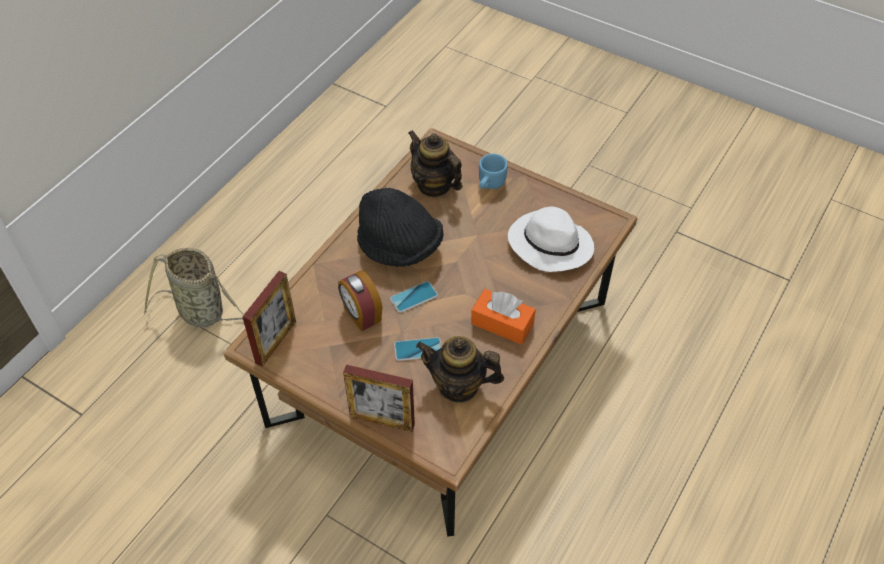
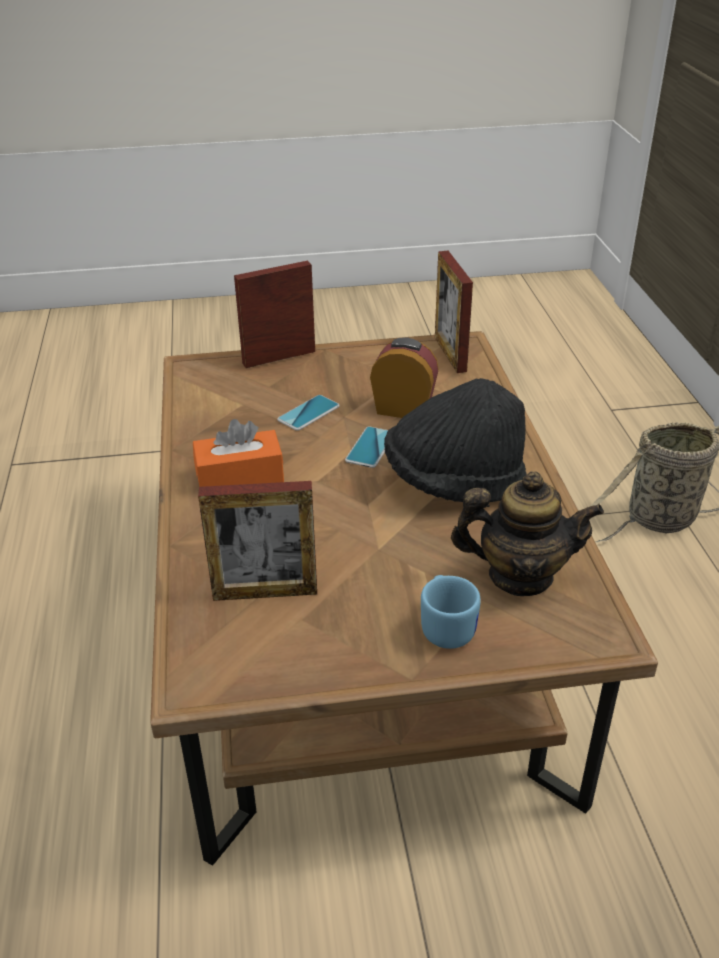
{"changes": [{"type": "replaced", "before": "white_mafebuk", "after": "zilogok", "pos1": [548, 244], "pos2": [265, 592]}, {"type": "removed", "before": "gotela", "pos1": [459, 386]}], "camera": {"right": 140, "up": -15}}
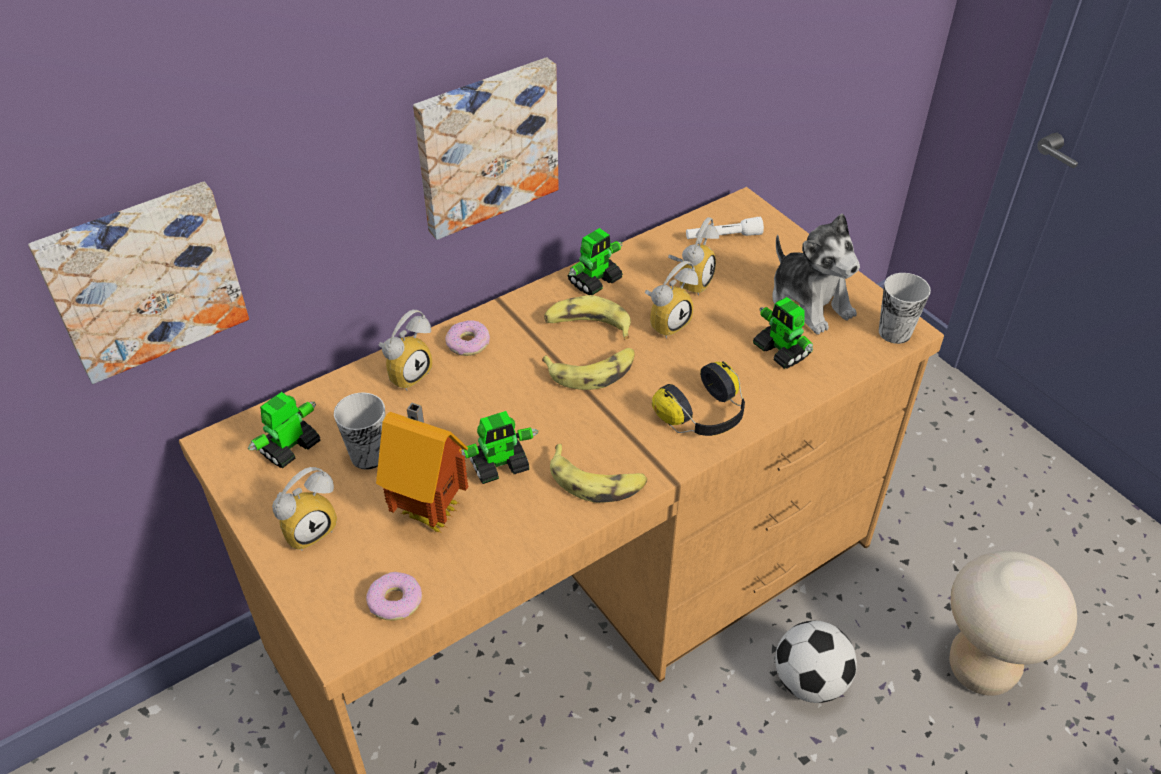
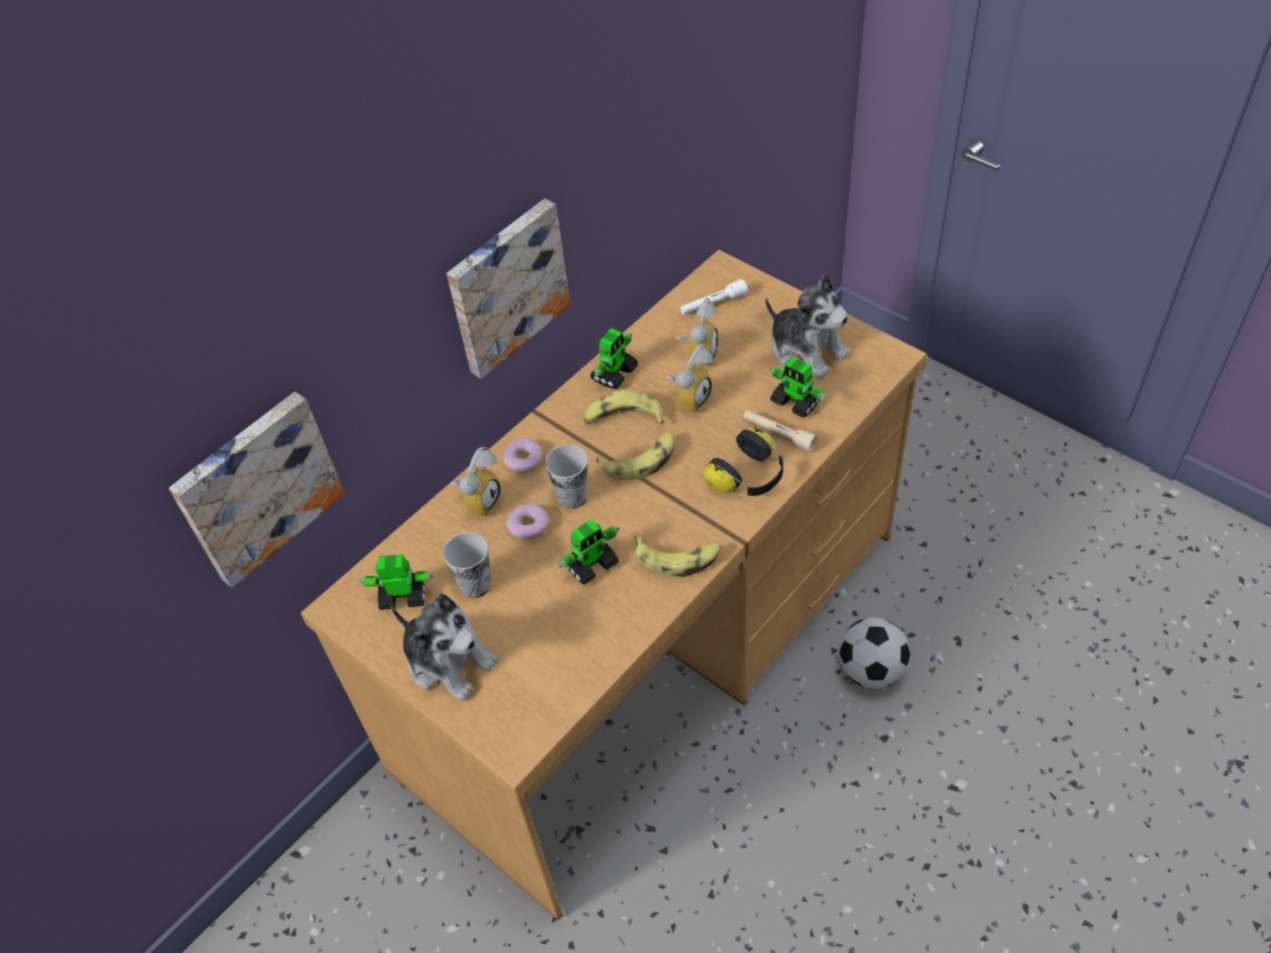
{"changes": [{"type": "moved", "before": "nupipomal", "pos1": [894, 332], "pos2": [572, 496]}, {"type": "turned", "before": "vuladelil", "pos1": [289, 448], "pos2": [402, 595], "turn": 60}, {"type": "removed", "before": "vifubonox", "pos1": [431, 511]}, {"type": "replaced", "before": "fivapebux", "after": "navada", "pos1": [309, 527], "pos2": [449, 660]}, {"type": "removed", "before": "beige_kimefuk", "pos1": [981, 669]}, {"type": "moved", "before": "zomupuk", "pos1": [395, 601], "pos2": [528, 526]}, {"type": "added", "after": "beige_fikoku", "pos2": [778, 434]}], "camera": {"right": -10, "up": 5}}
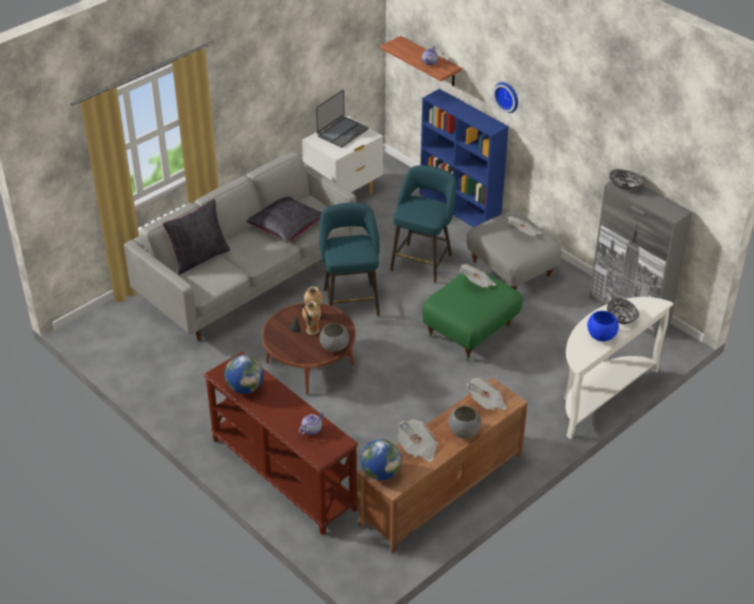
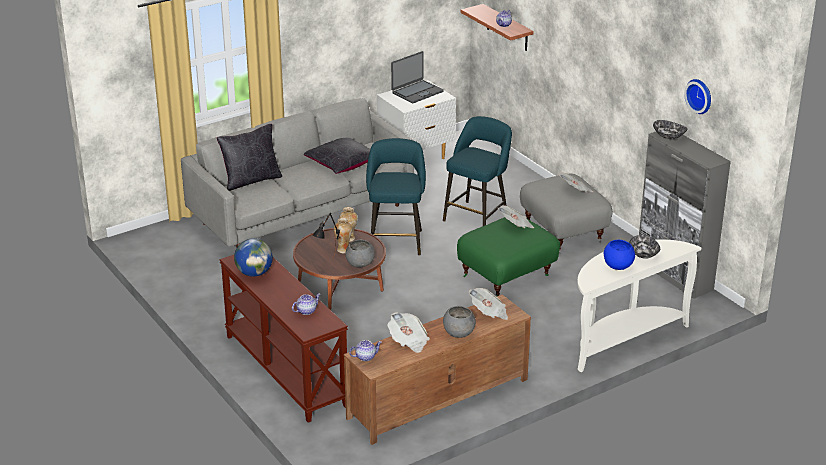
{"changes": [{"type": "moved", "before": "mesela", "pos1": [507, 96], "pos2": [700, 95]}, {"type": "removed", "before": "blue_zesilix", "pos1": [460, 209]}, {"type": "replaced", "before": "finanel", "after": "gotela", "pos1": [381, 473], "pos2": [366, 357]}], "camera": {"right": 10, "up": -10}}
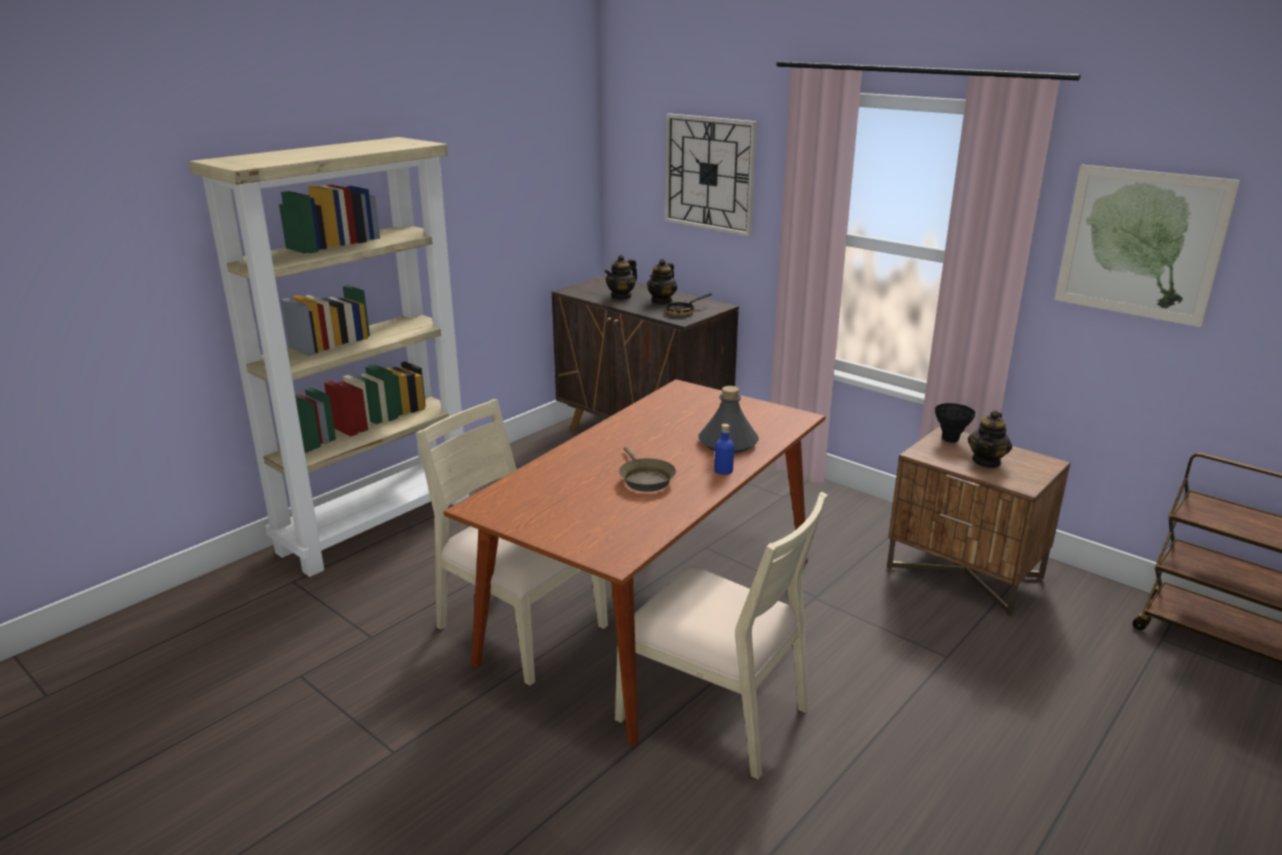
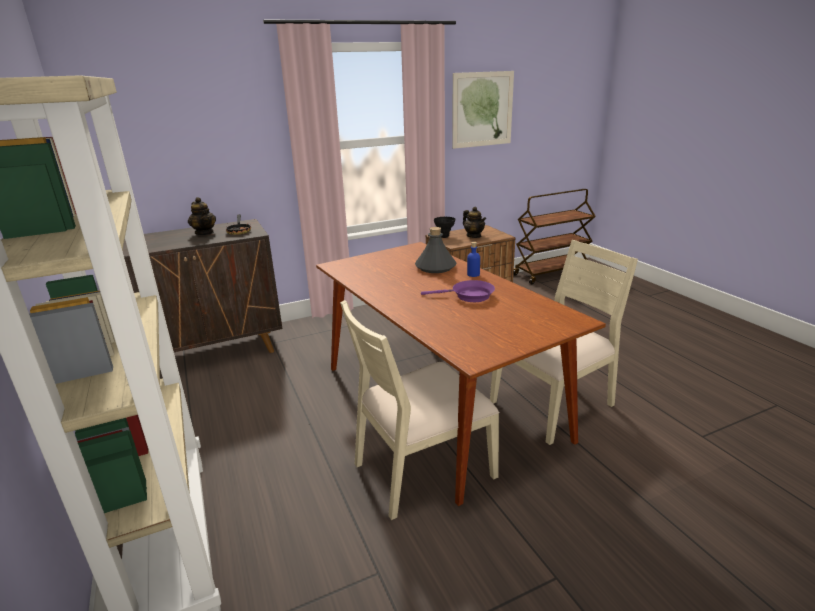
{"changes": [{"type": "removed", "before": "mesela", "pos1": [709, 173]}, {"type": "removed", "before": "gotela", "pos1": [621, 296]}, {"type": "recoloured", "before": "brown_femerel", "after": "purple_femerel", "pos1": [645, 479], "pos2": [469, 296]}], "camera": {"right": -65, "up": 0}}
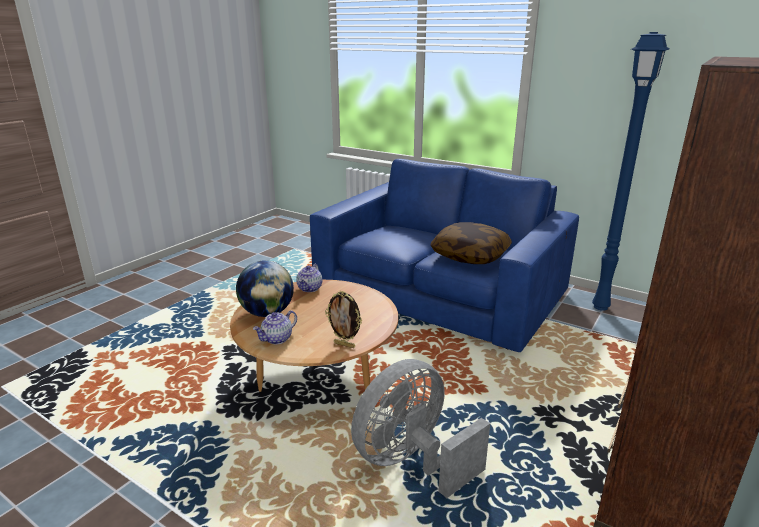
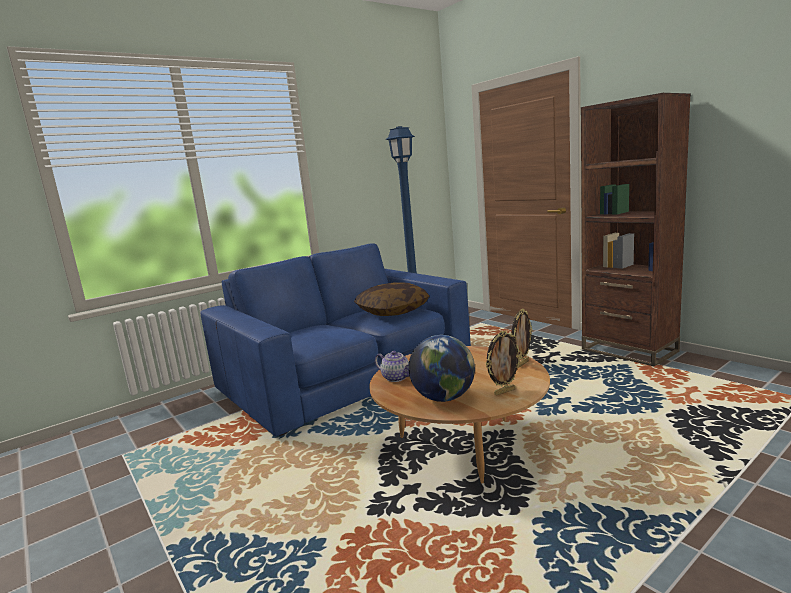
{"changes": [{"type": "replaced", "before": "gotela", "after": "zilogok", "pos1": [277, 339], "pos2": [504, 391]}, {"type": "removed", "before": "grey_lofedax", "pos1": [412, 461]}], "camera": {"right": -70, "up": -10}}
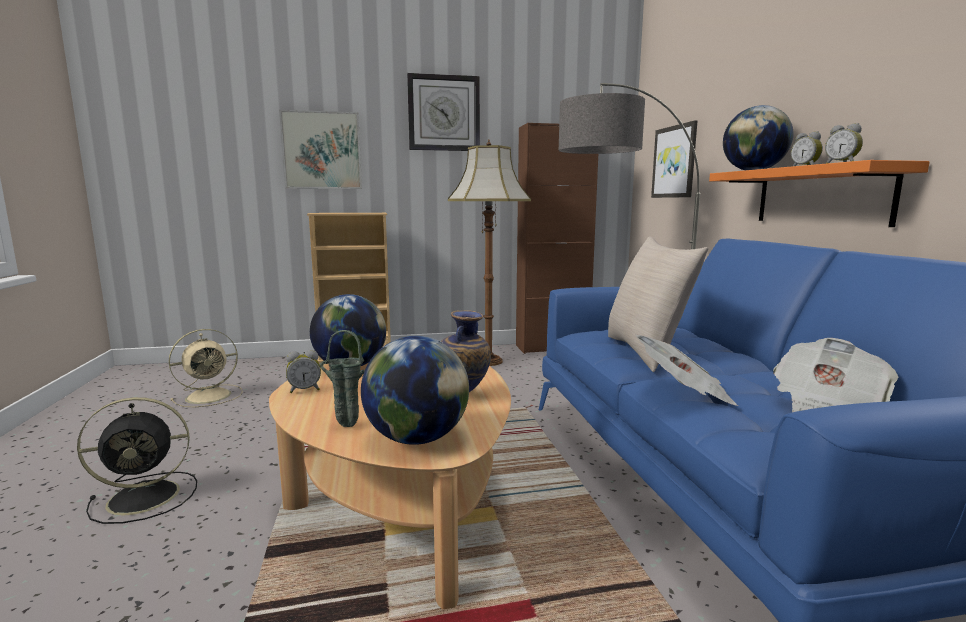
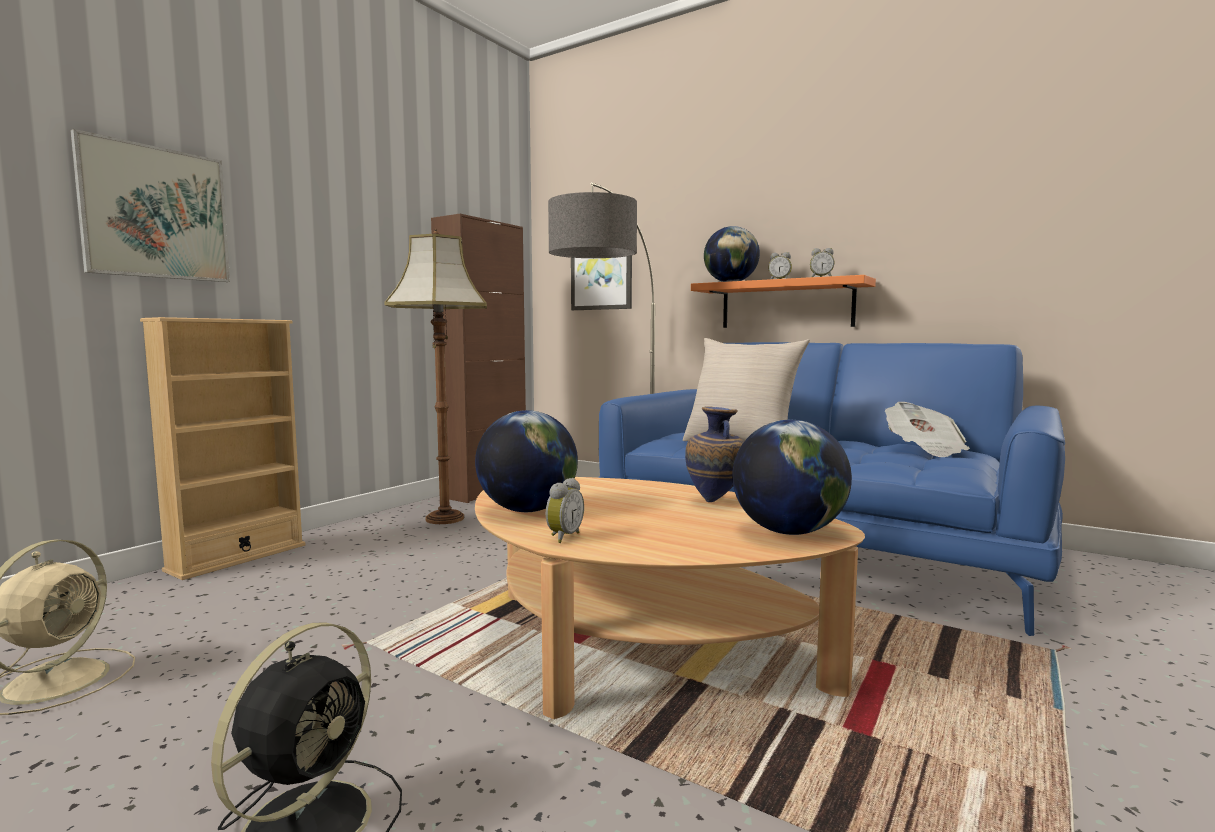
{"changes": [{"type": "removed", "before": "mesela", "pos1": [444, 113]}, {"type": "removed", "before": "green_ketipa", "pos1": [345, 426]}, {"type": "removed", "before": "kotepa", "pos1": [684, 393]}], "camera": {"right": -45, "up": -5}}
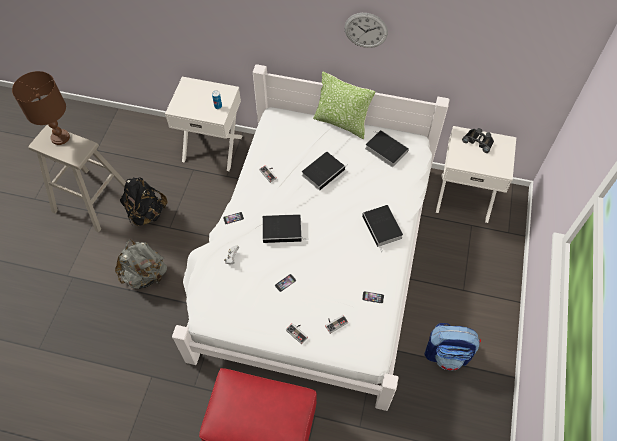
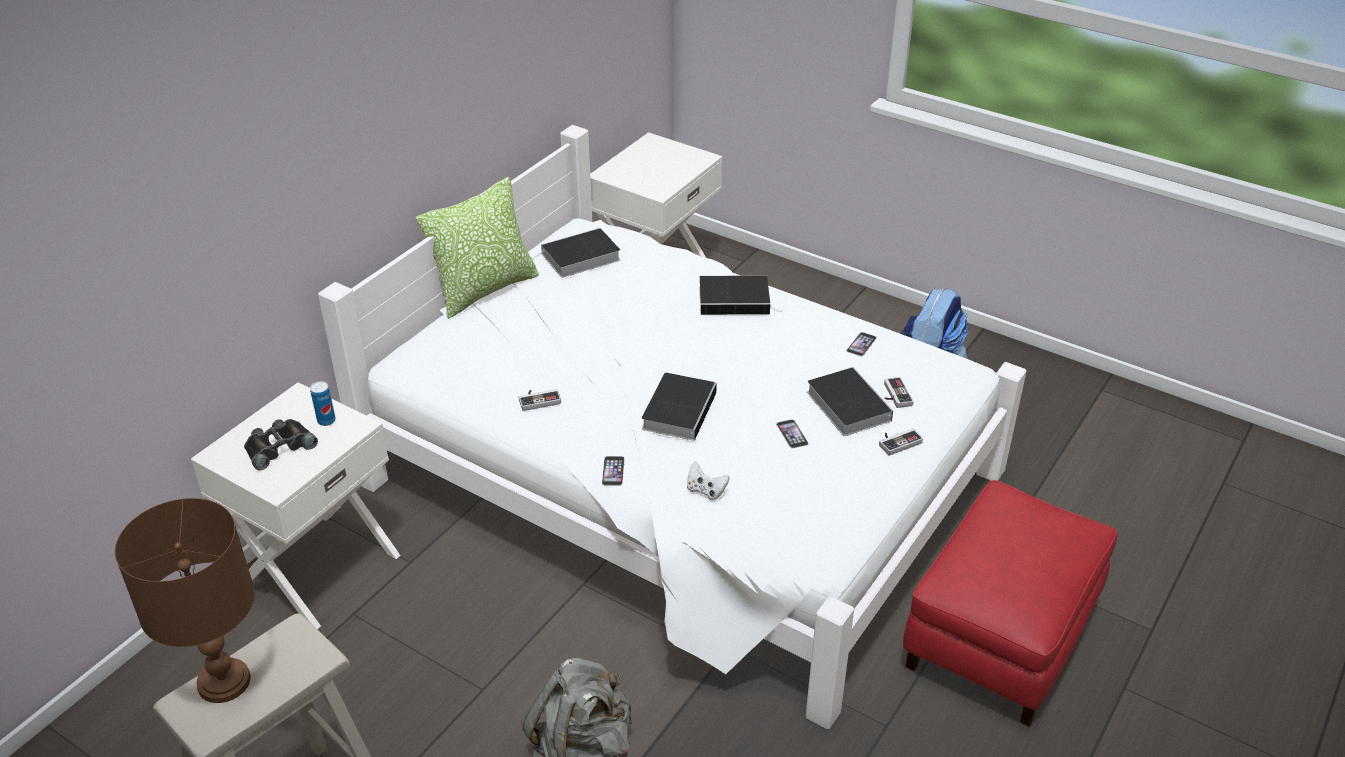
{"changes": [{"type": "removed", "before": "mesela", "pos1": [366, 30]}, {"type": "moved", "before": "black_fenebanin", "pos1": [478, 141], "pos2": [278, 447]}, {"type": "moved", "before": "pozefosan", "pos1": [323, 171], "pos2": [846, 404]}, {"type": "removed", "before": "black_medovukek", "pos1": [146, 213]}], "camera": {"right": -70, "up": -20}}
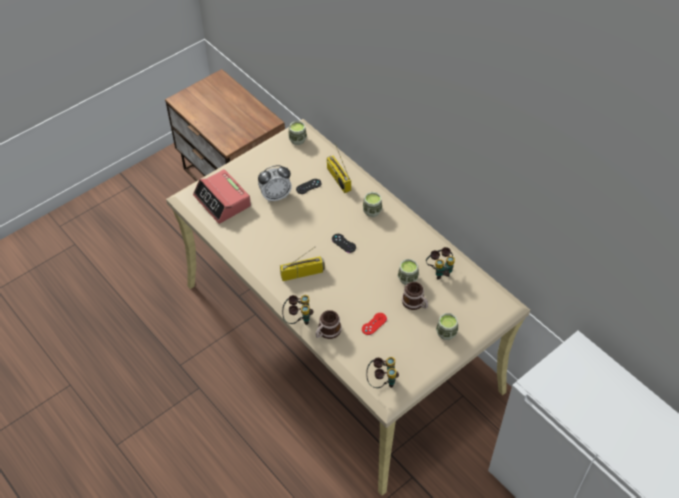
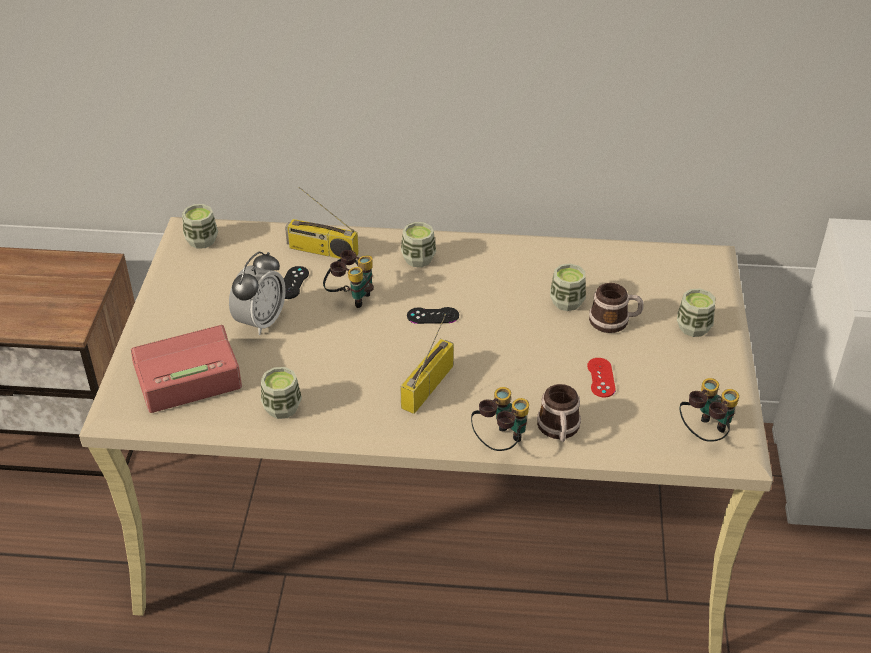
{"changes": [{"type": "turned", "before": "fivapebux", "pos1": [222, 201], "pos2": [186, 377], "turn": 150}, {"type": "moved", "before": "fenebanin", "pos1": [440, 271], "pos2": [351, 297]}, {"type": "added", "after": "nupipomal", "pos2": [282, 407]}], "camera": {"right": -45, "up": -10}}
